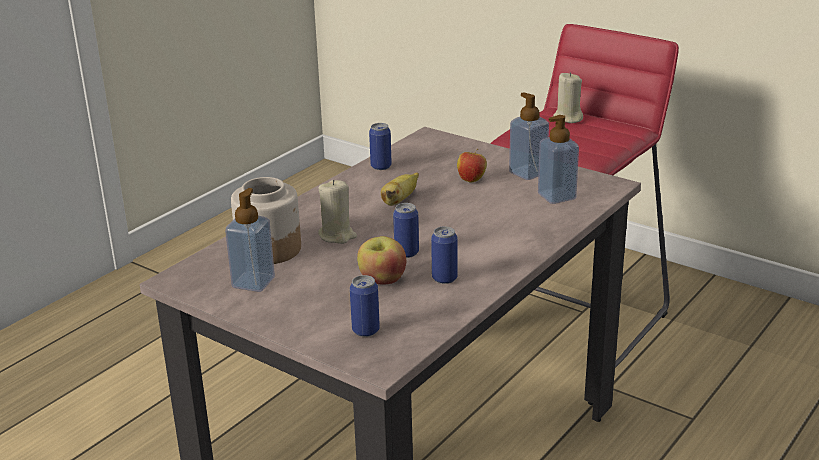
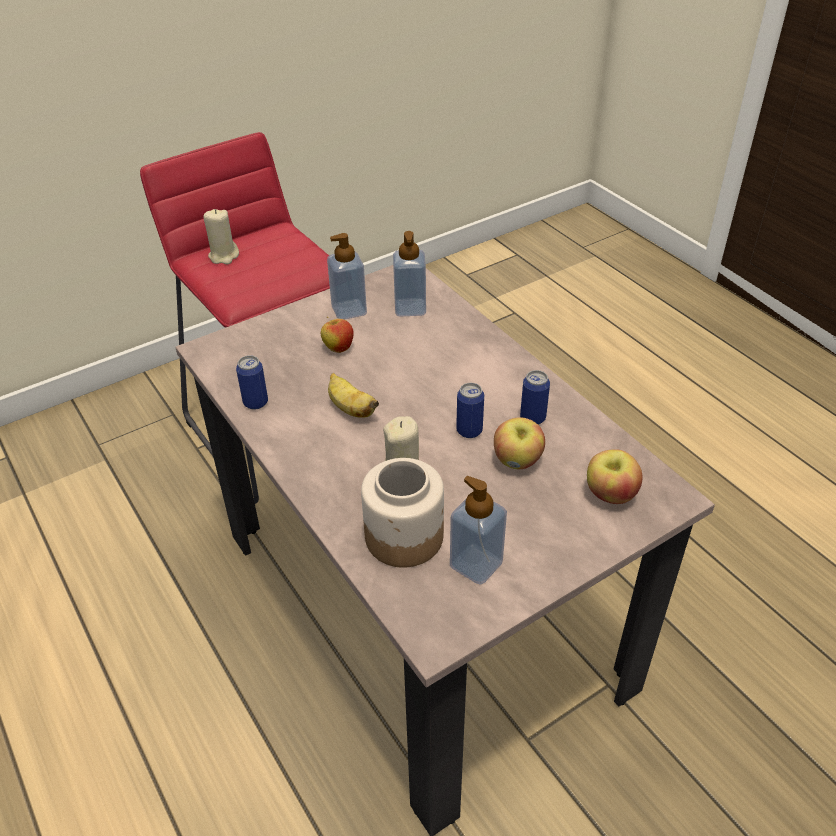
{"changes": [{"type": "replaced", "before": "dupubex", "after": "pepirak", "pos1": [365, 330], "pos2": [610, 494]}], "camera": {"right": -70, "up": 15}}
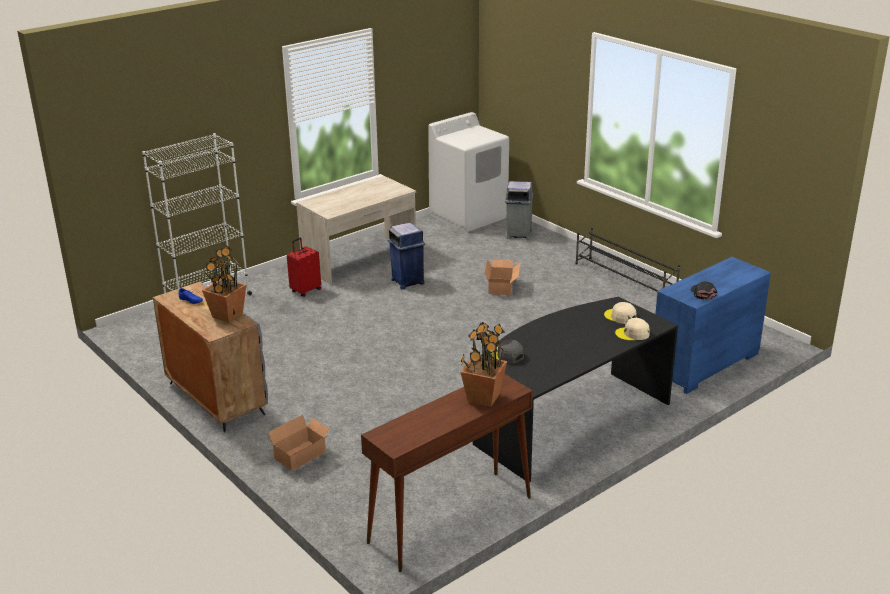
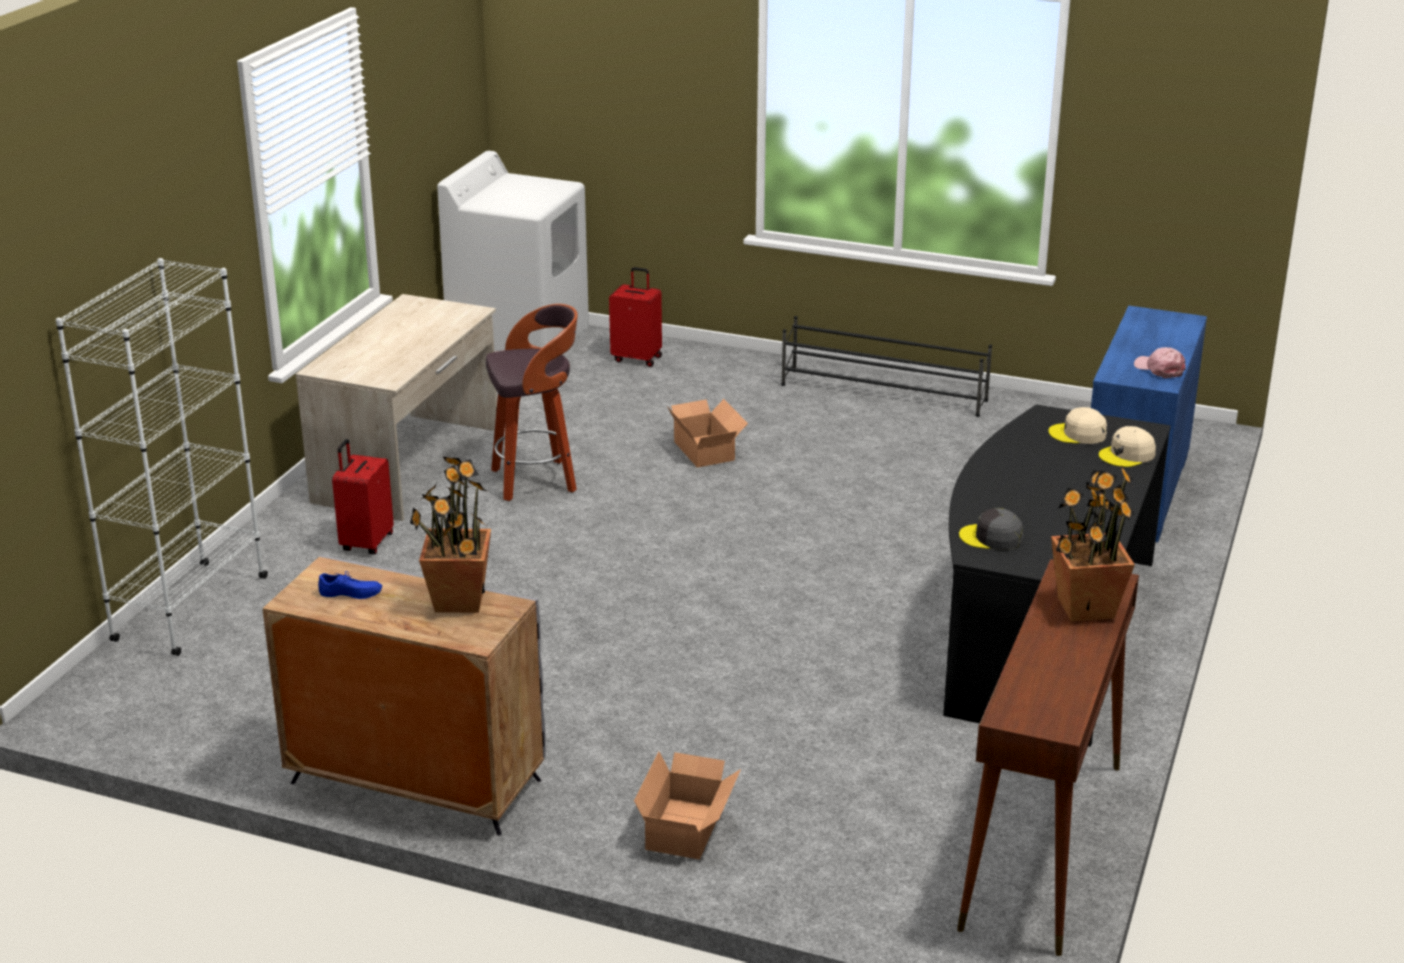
{"changes": [{"type": "replaced", "before": "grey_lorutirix", "after": "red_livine", "pos1": [518, 234], "pos2": [637, 358]}, {"type": "replaced", "before": "blue_lorutirix", "after": "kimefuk", "pos1": [407, 281], "pos2": [536, 481]}, {"type": "recoloured", "before": "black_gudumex", "after": "pink_gudumex", "pos1": [703, 293], "pos2": [1159, 369]}], "camera": {"right": -30, "up": 0}}
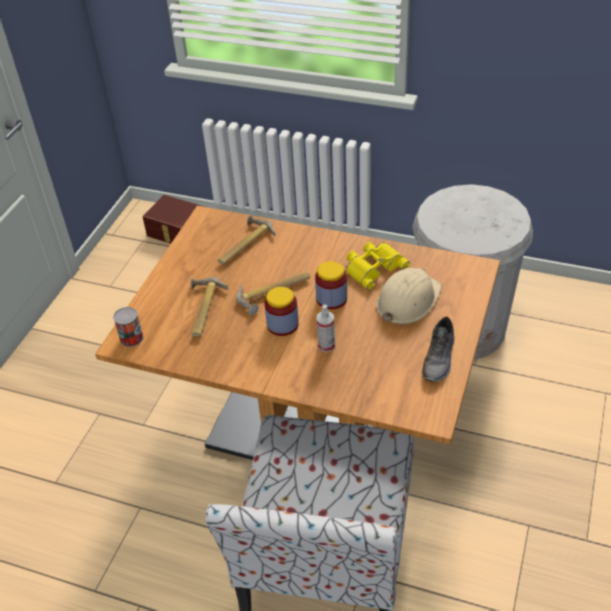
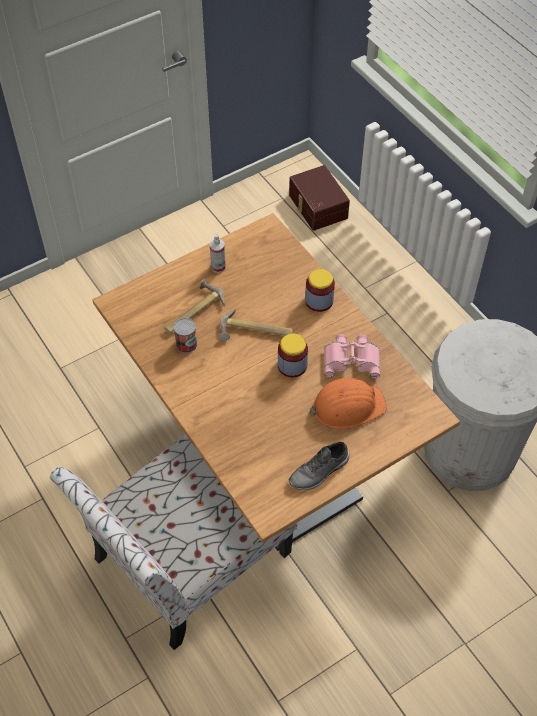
{"changes": [{"type": "removed", "before": "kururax", "pos1": [243, 244]}, {"type": "recoloured", "before": "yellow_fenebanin", "after": "pink_fenebanin", "pos1": [373, 267], "pos2": [351, 359]}, {"type": "recoloured", "before": "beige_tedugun", "after": "orange_tedugun", "pos1": [407, 300], "pos2": [347, 406]}, {"type": "moved", "before": "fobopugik", "pos1": [282, 325], "pos2": [319, 301]}, {"type": "moved", "before": "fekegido", "pos1": [326, 345], "pos2": [218, 267]}, {"type": "moved", "before": "dupubex", "pos1": [131, 338], "pos2": [186, 344]}], "camera": {"right": 35, "up": 10}}
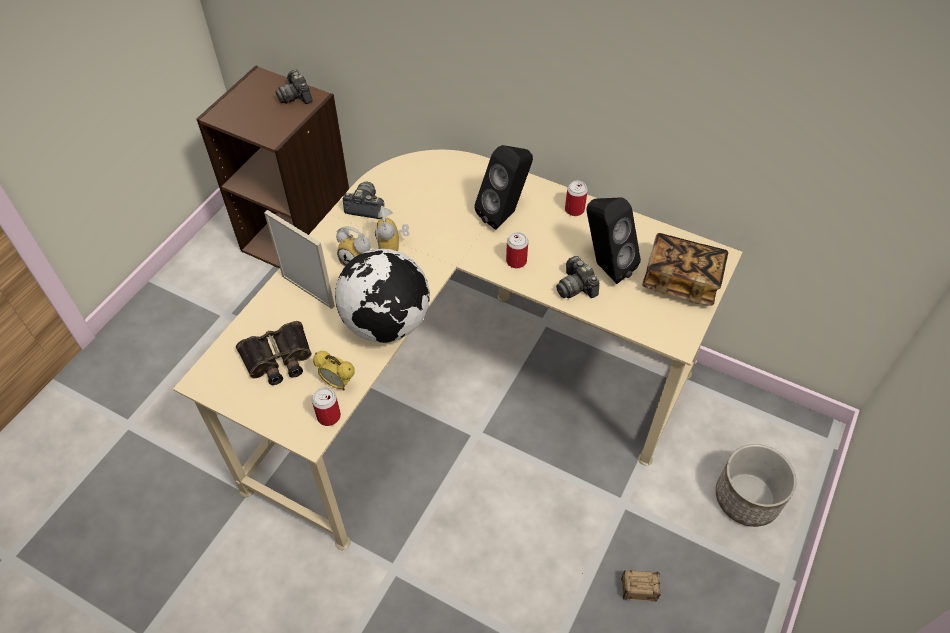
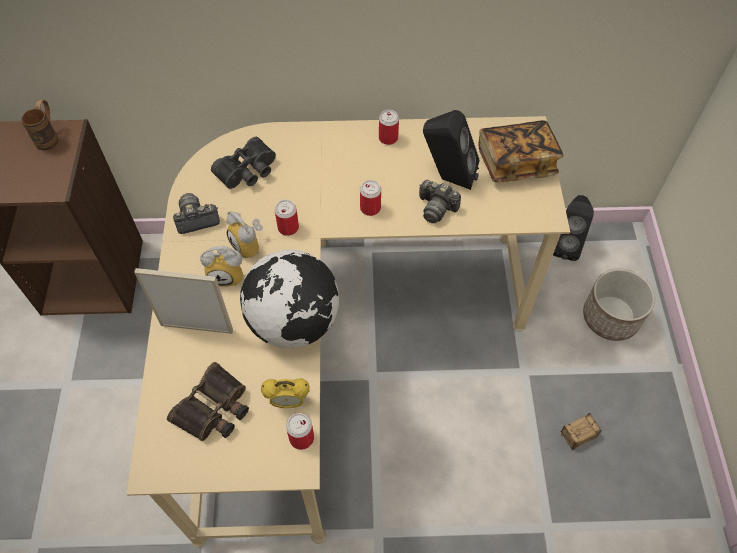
{"changes": [{"type": "replaced", "before": "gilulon", "after": "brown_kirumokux", "pos1": [296, 96], "pos2": [49, 137]}, {"type": "moved", "before": "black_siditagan", "pos1": [505, 214], "pos2": [566, 245]}, {"type": "added", "after": "black_fenebanin", "pos2": [248, 172]}, {"type": "added", "after": "dupubex", "pos2": [288, 227]}], "camera": {"right": -30, "up": 5}}
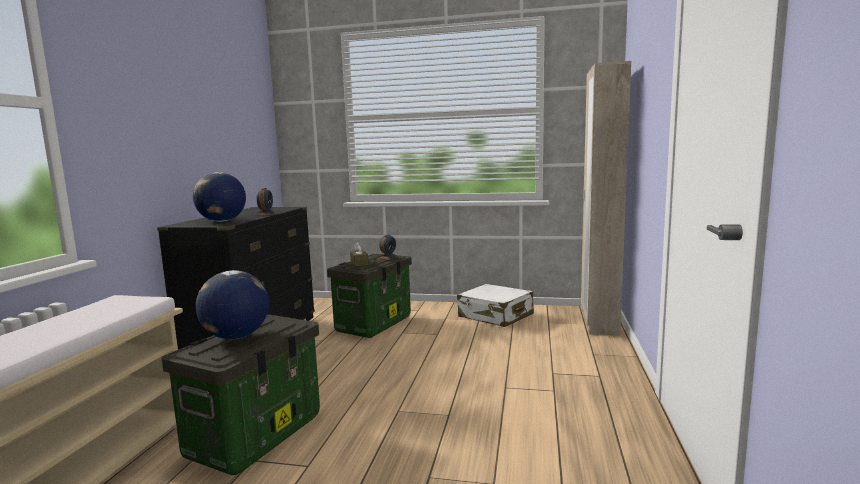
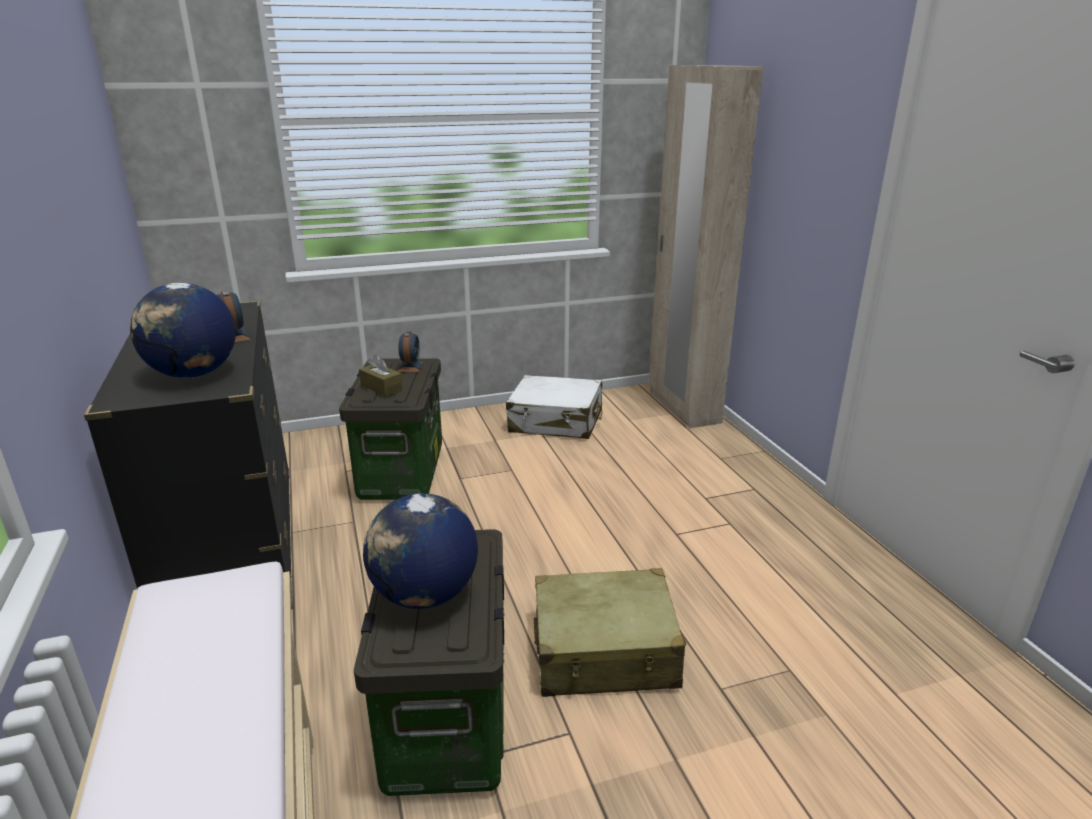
{"changes": [{"type": "added", "after": "beige_livine", "pos2": [605, 651]}], "camera": {"right": -30, "up": 15}}
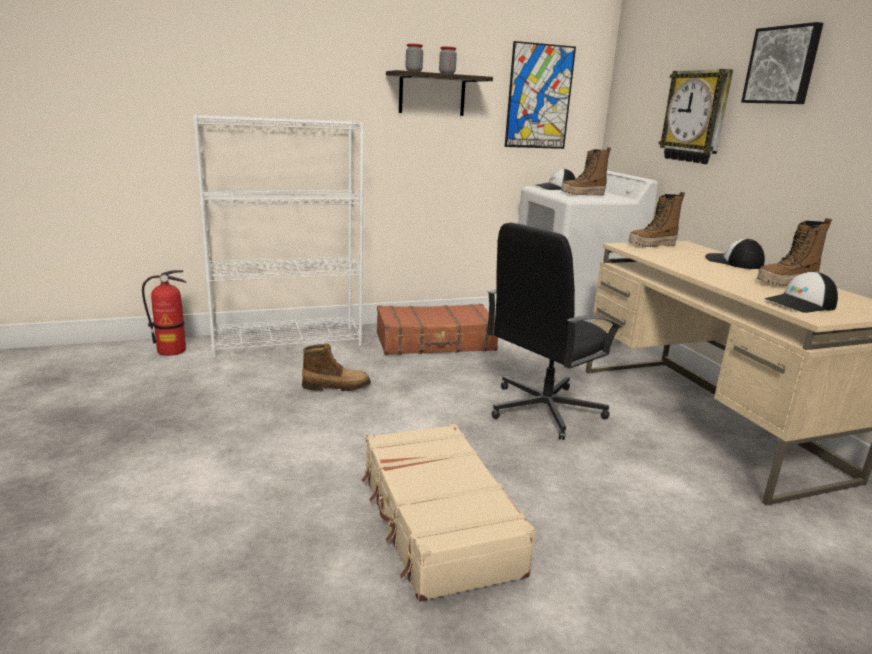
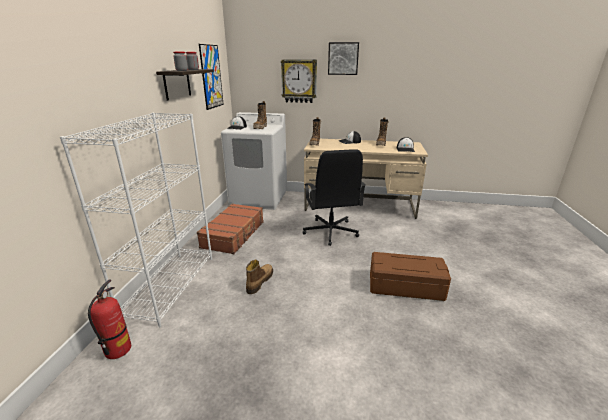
{"changes": [{"type": "replaced", "before": "beige_livine", "after": "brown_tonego", "pos1": [437, 522], "pos2": [406, 286]}], "camera": {"right": -60, "up": 5}}
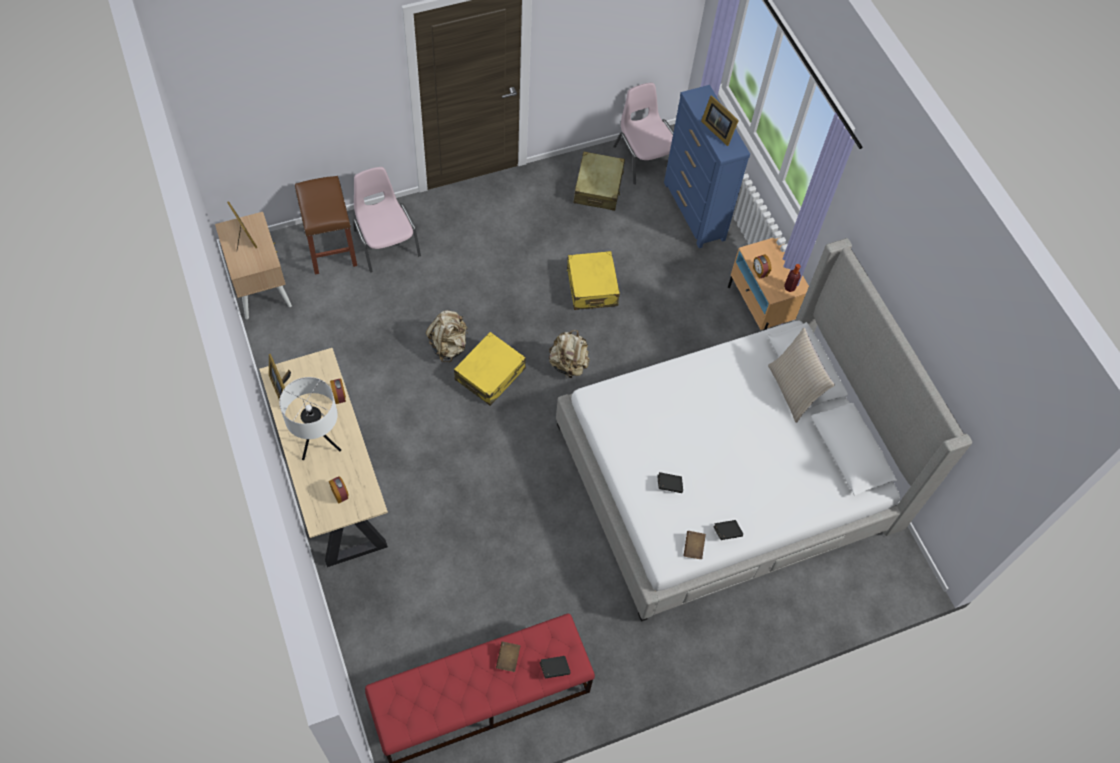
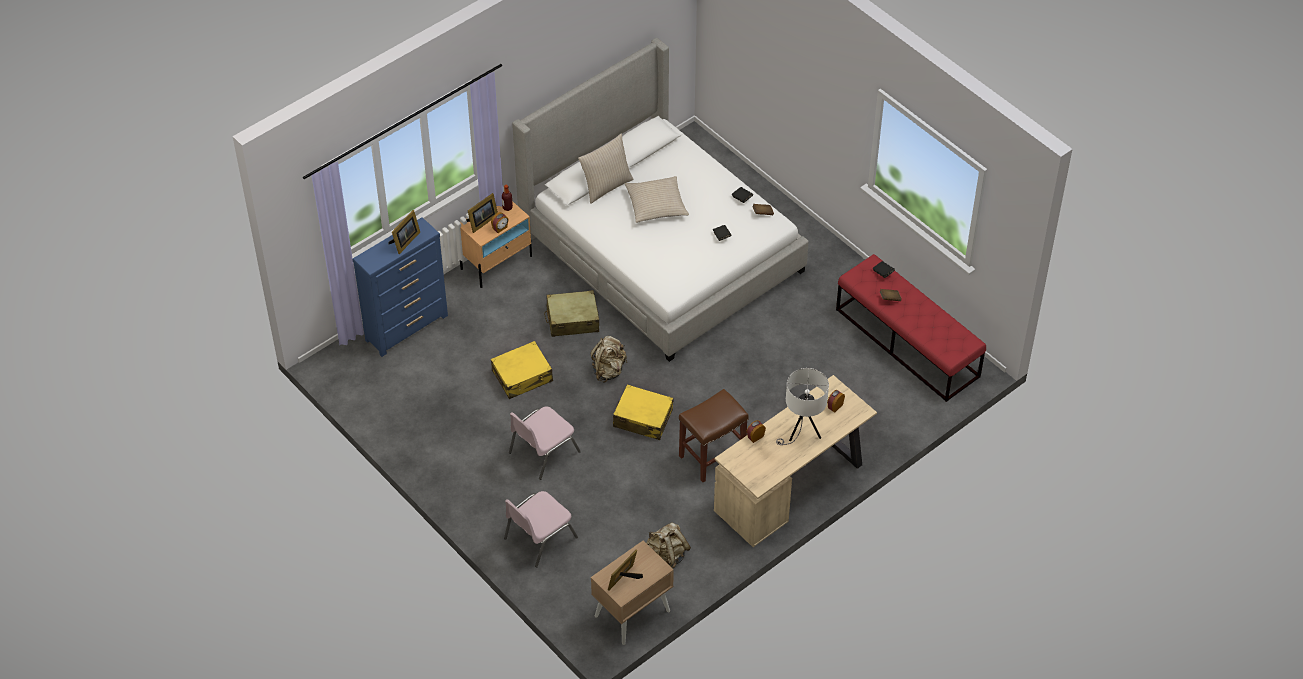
{"changes": [{"type": "moved", "before": "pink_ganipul", "pos1": [645, 157], "pos2": [542, 452]}, {"type": "moved", "before": "beige_livine", "pos1": [598, 187], "pos2": [572, 320]}, {"type": "moved", "before": "brown_kimefuk", "pos1": [331, 248], "pos2": [712, 456]}, {"type": "moved", "before": "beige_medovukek", "pos1": [449, 346], "pos2": [667, 555]}, {"type": "moved", "before": "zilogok", "pos1": [282, 389], "pos2": [481, 222]}, {"type": "added", "after": "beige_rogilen", "pos2": [656, 205]}], "camera": {"right": -105, "up": -10}}
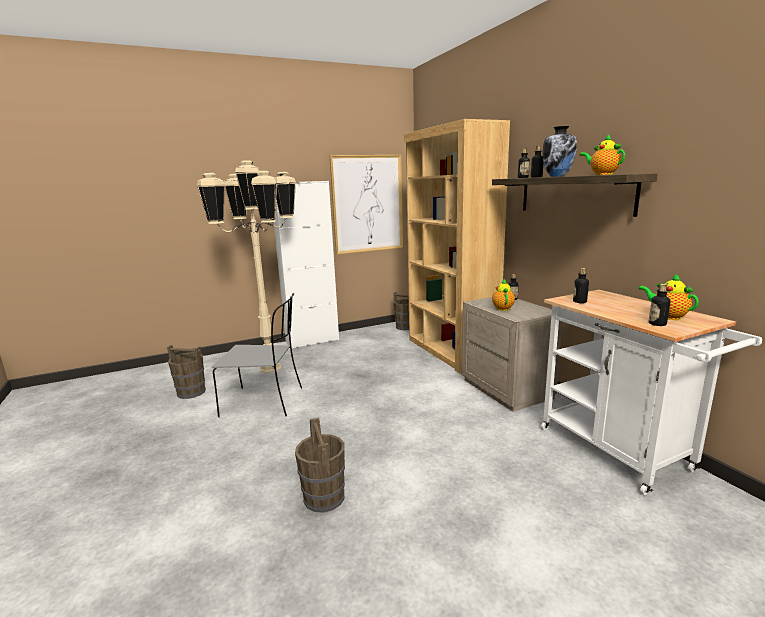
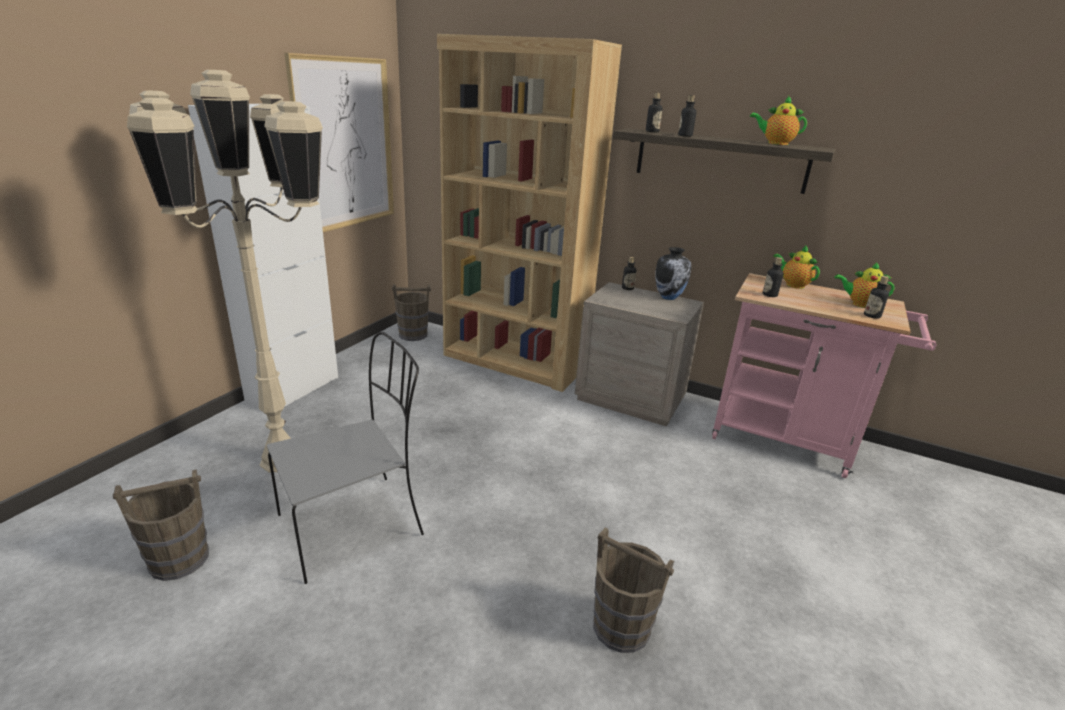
{"changes": [{"type": "moved", "before": "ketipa", "pos1": [557, 176], "pos2": [669, 297]}, {"type": "moved", "before": "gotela", "pos1": [502, 308], "pos2": [793, 285]}, {"type": "recoloured", "before": "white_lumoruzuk", "after": "pink_lumoruzuk", "pos1": [621, 453], "pos2": [790, 441]}], "camera": {"right": -40, "up": 10}}
